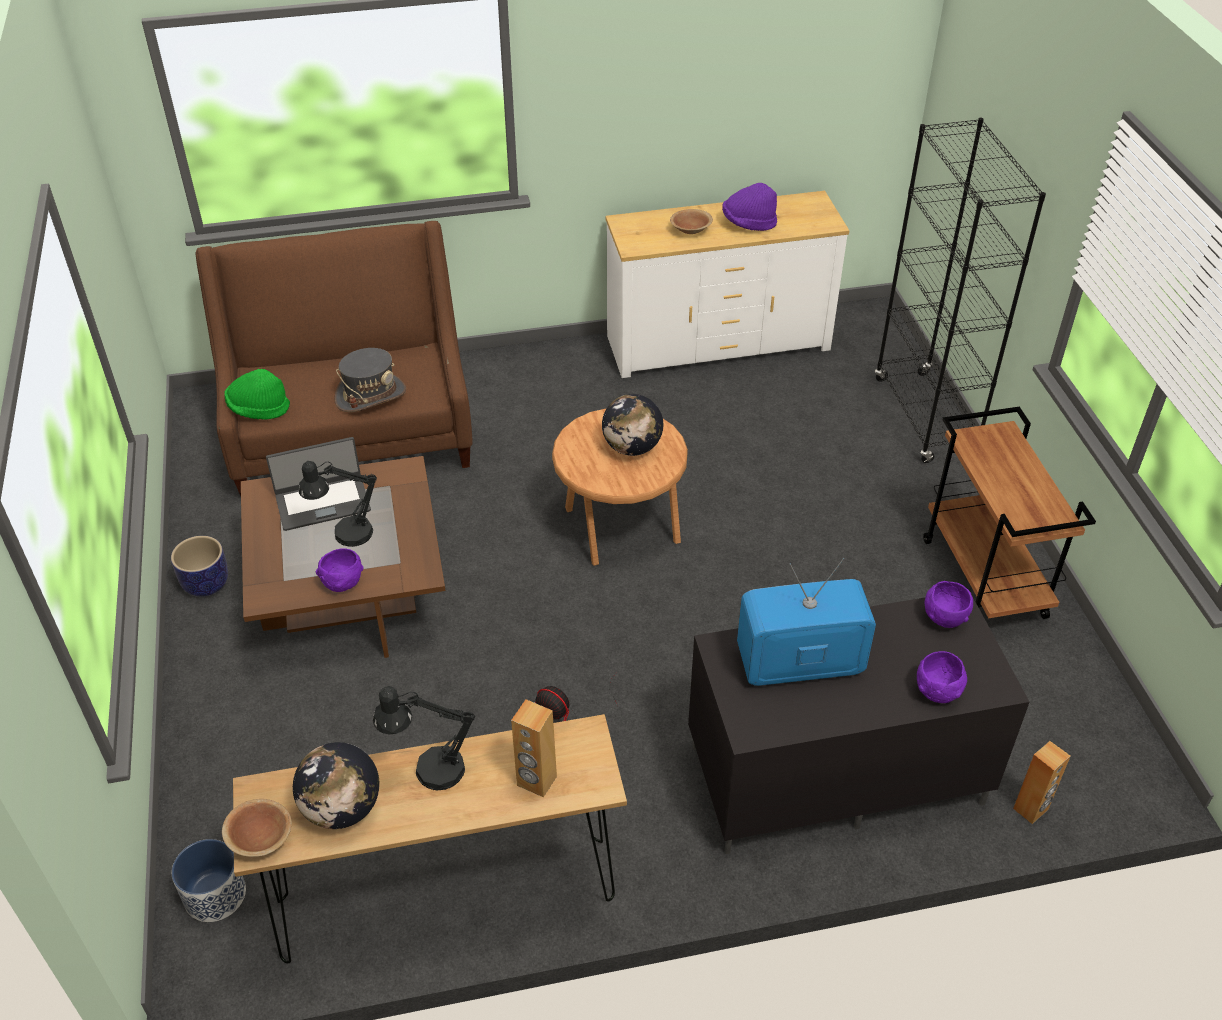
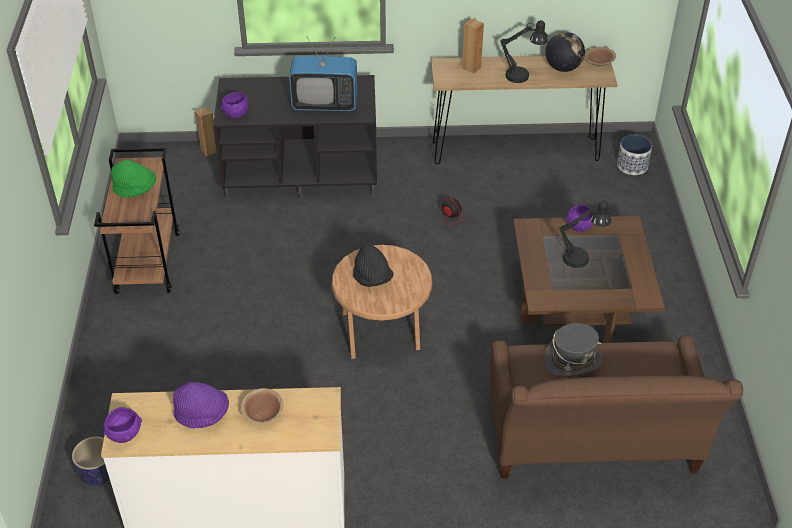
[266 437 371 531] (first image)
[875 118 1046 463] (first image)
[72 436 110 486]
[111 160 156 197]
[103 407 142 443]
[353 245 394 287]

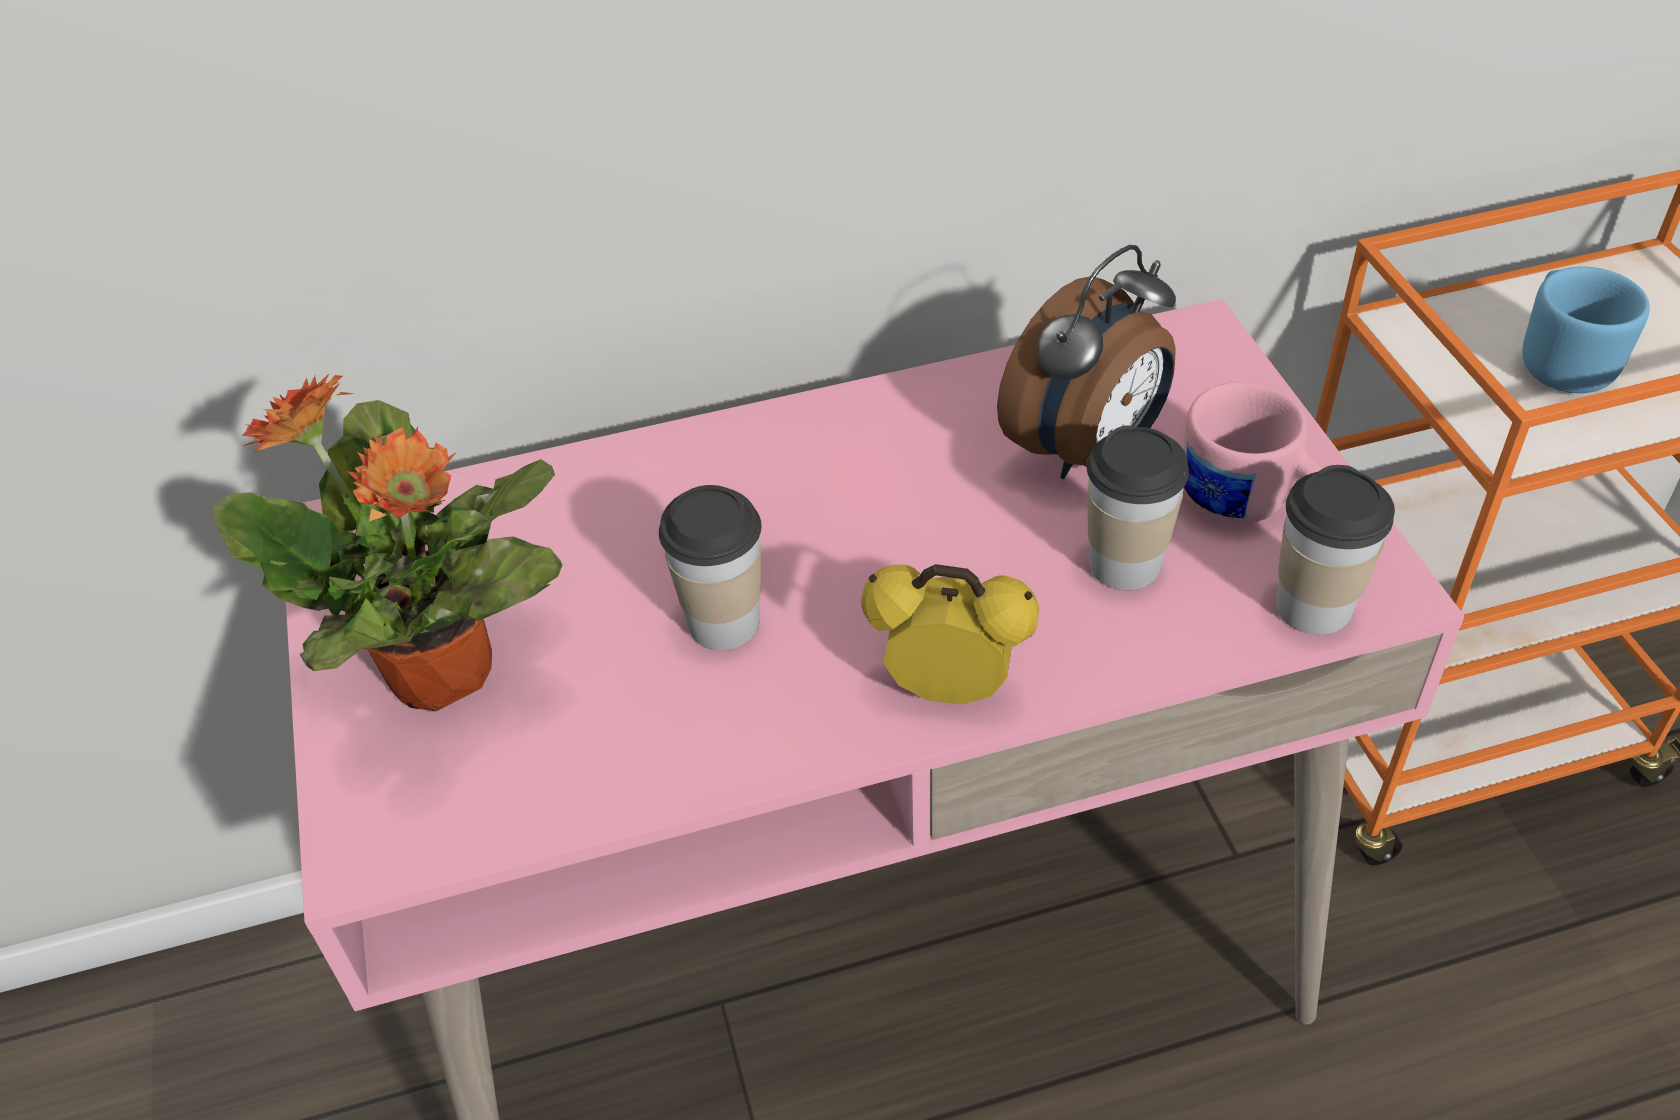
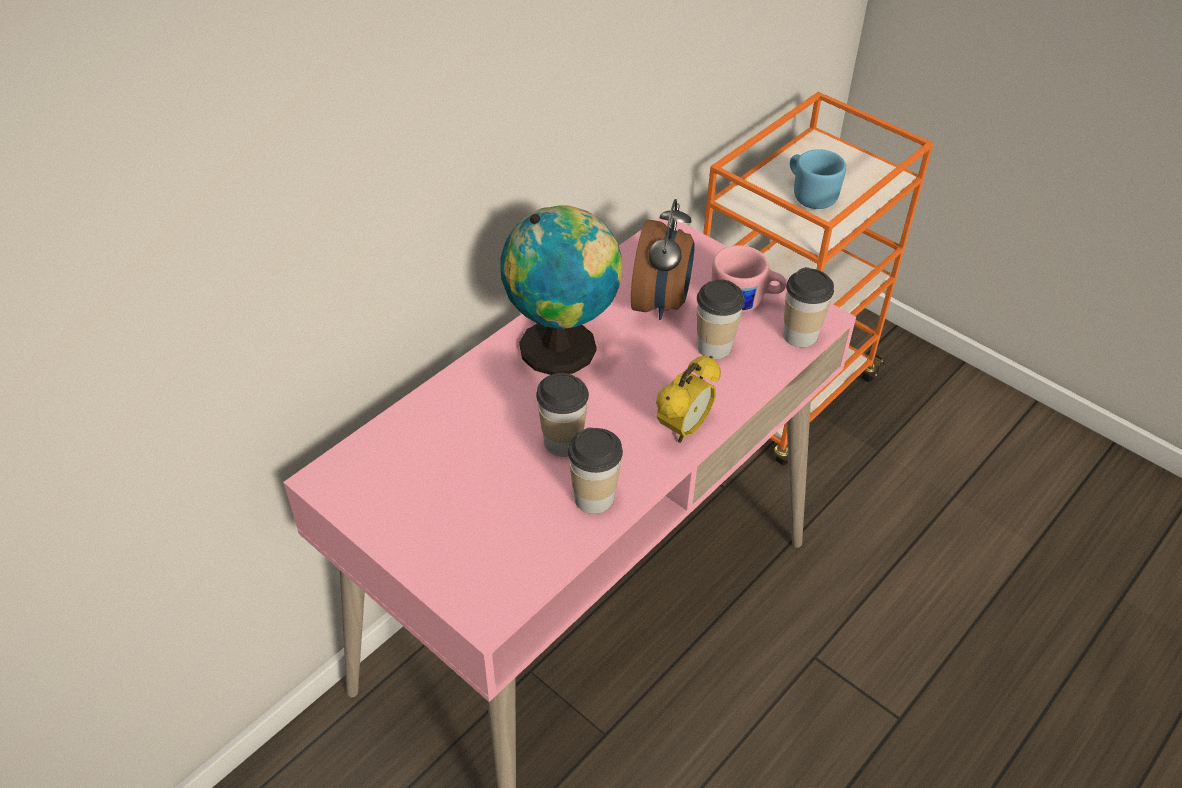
[214 374 562 711] (first image)
[500 205 622 375]
[568 428 623 514]
[656 356 721 443]

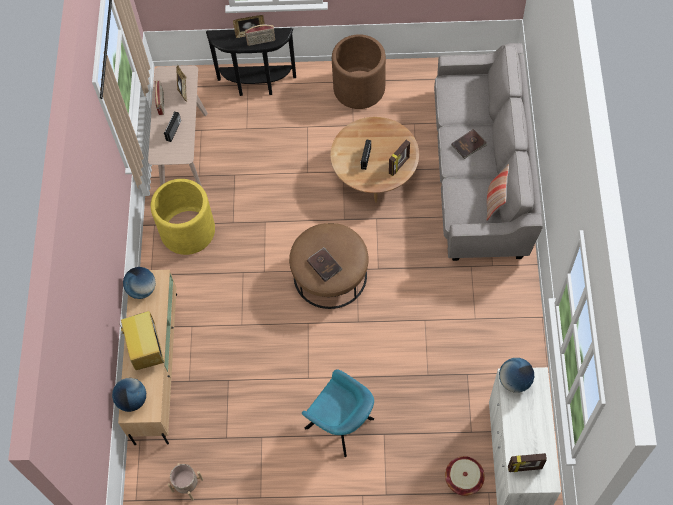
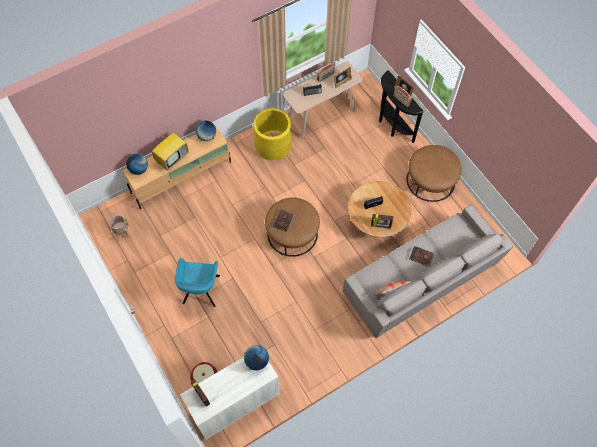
[407 145 461 202]

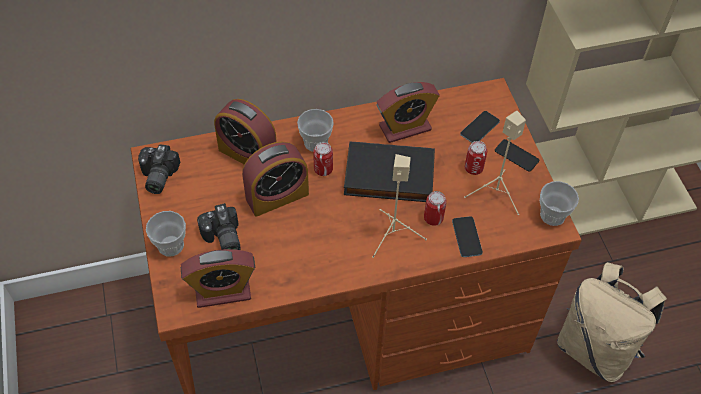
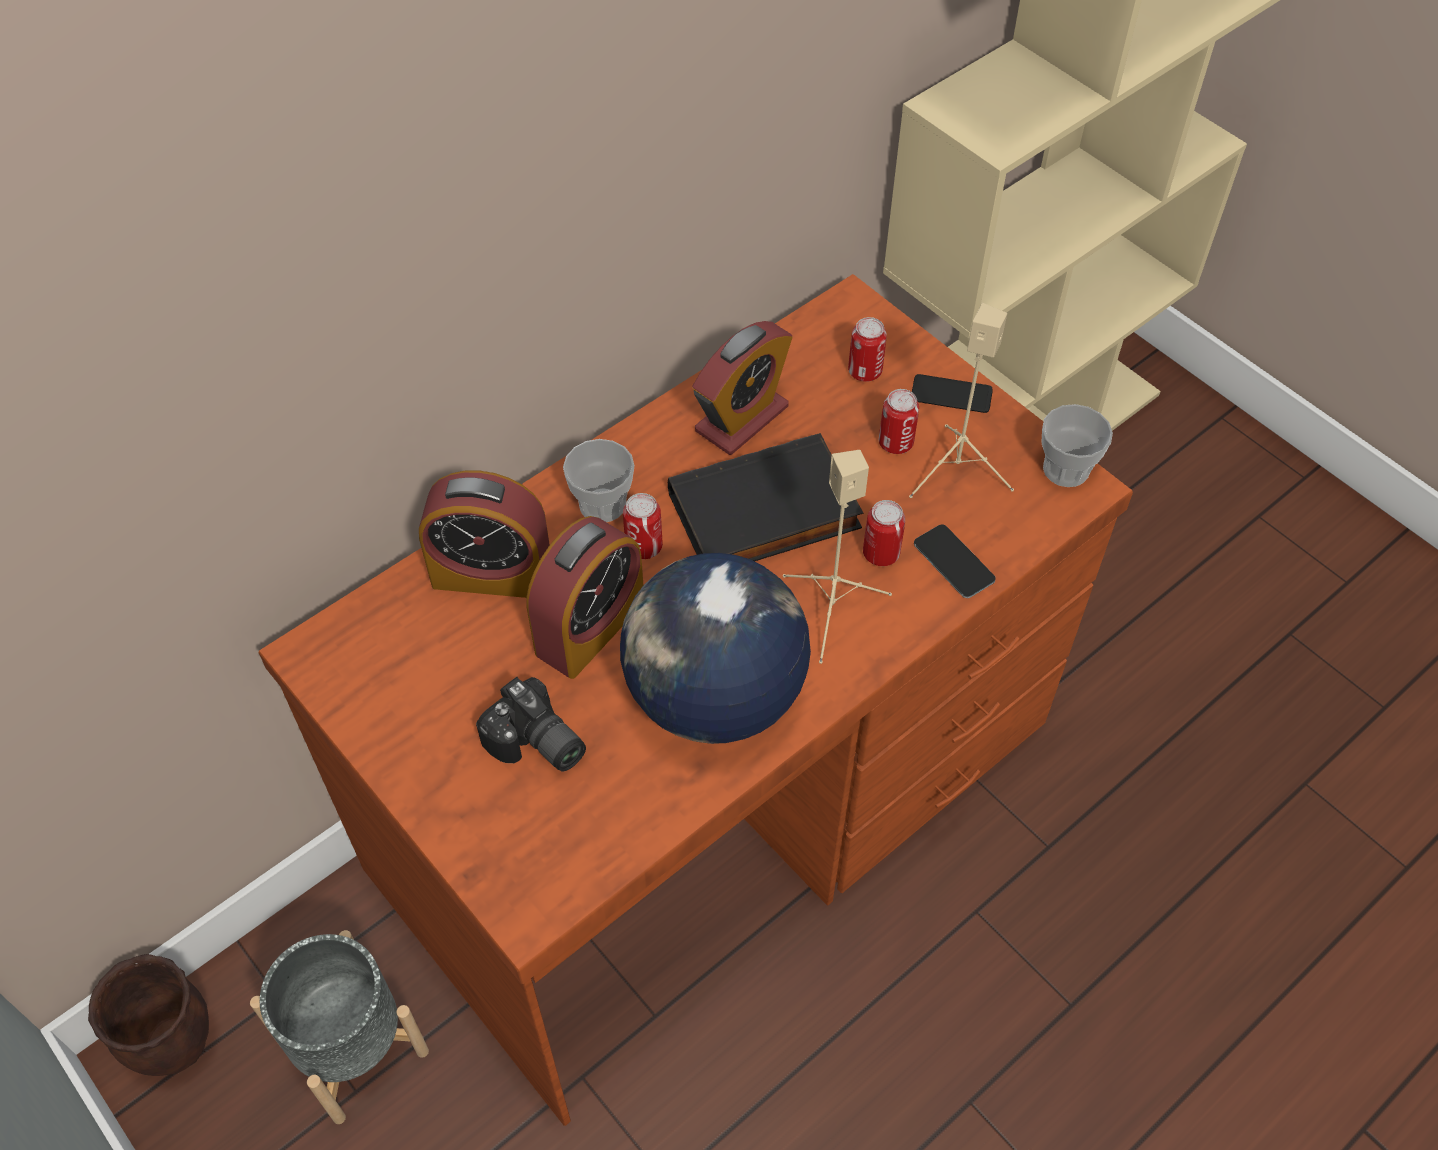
[138 144 180 194] (first image)
[146 211 186 256] (first image)
[181 249 255 308] (first image)
[557 262 667 382] (first image)
[88 954 209 1076]
[250 930 429 1124]
[620 553 811 744]
[848 317 887 382]

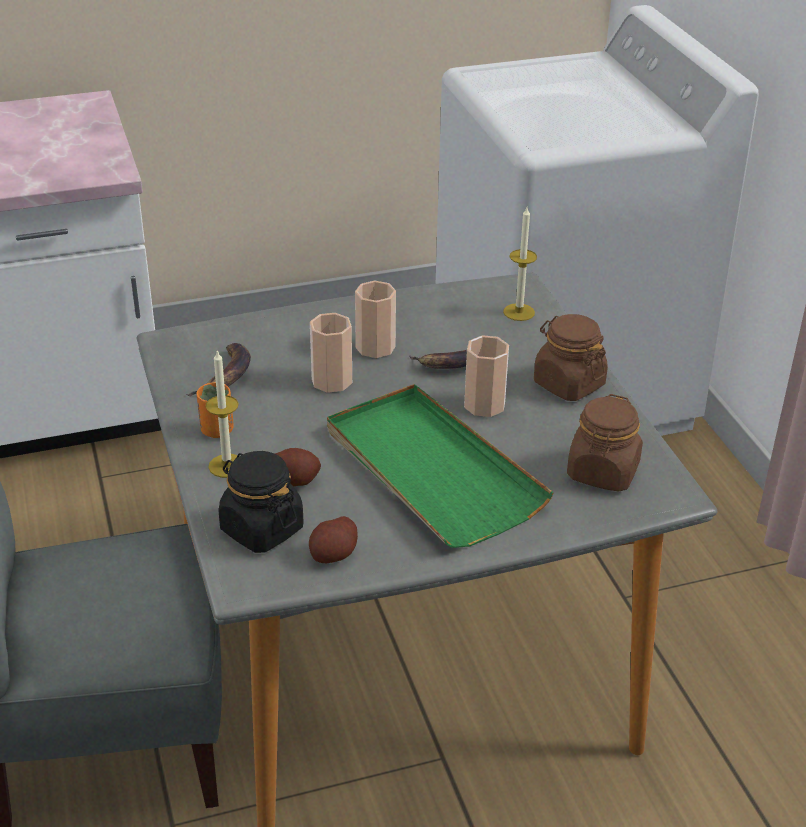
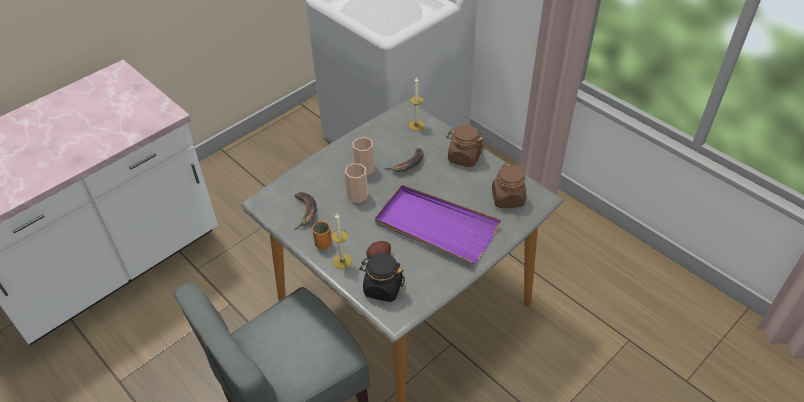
[309 516 358 563] (first image)
[464 335 509 417] (first image)
[375 185 501 264]

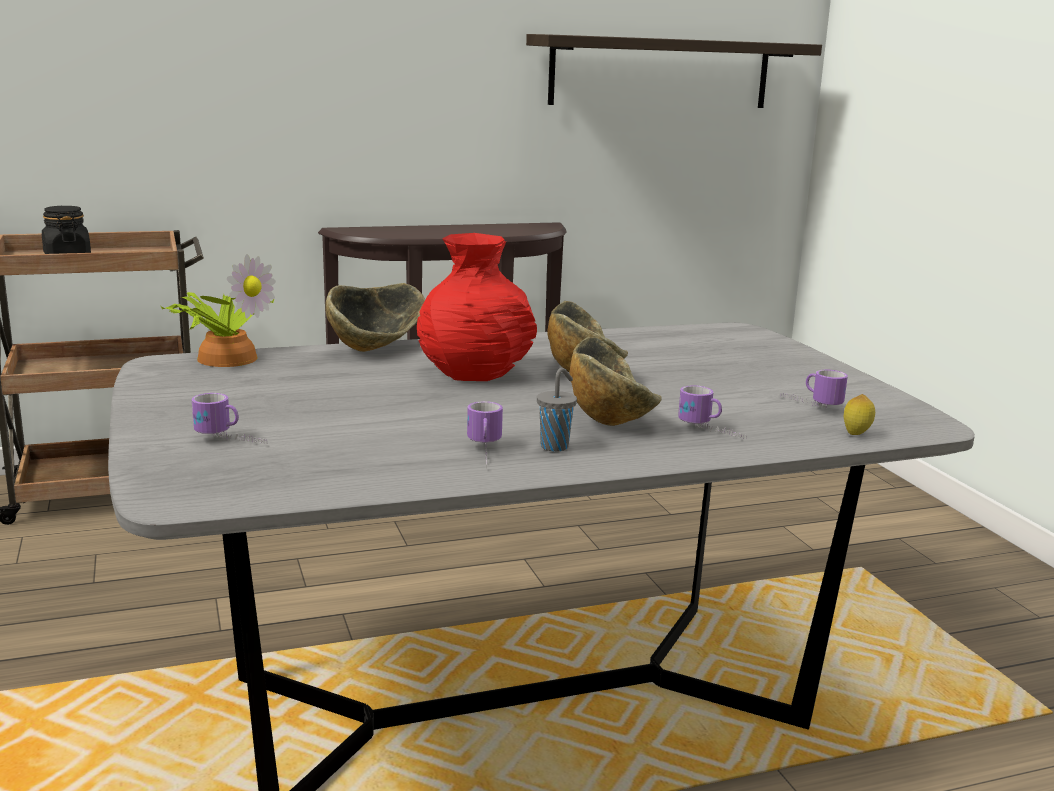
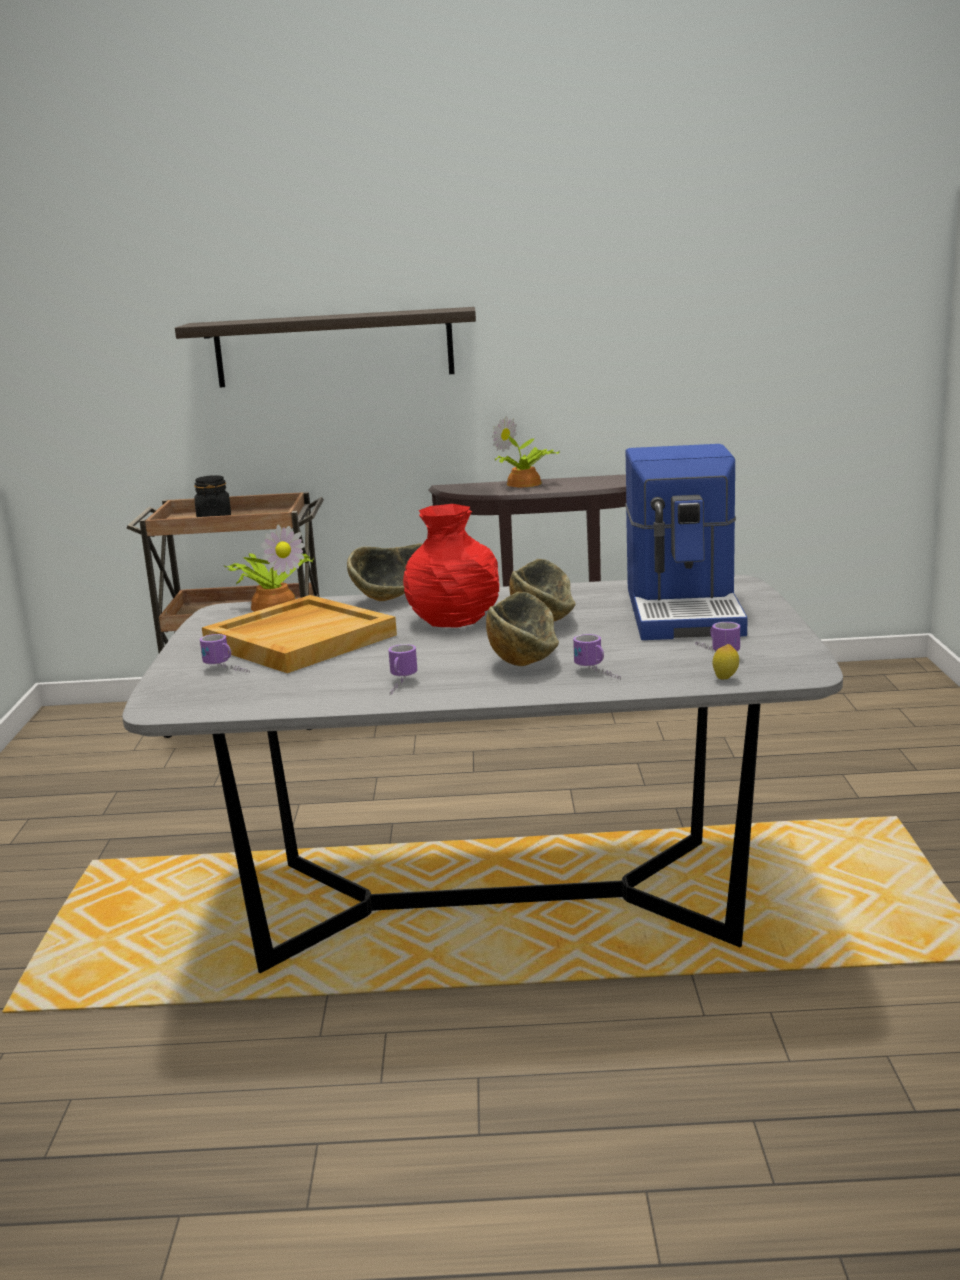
[537 368 577 452] (first image)
[202 595 397 673]
[492 416 560 487]
[625 444 747 640]
[175 307 476 387]

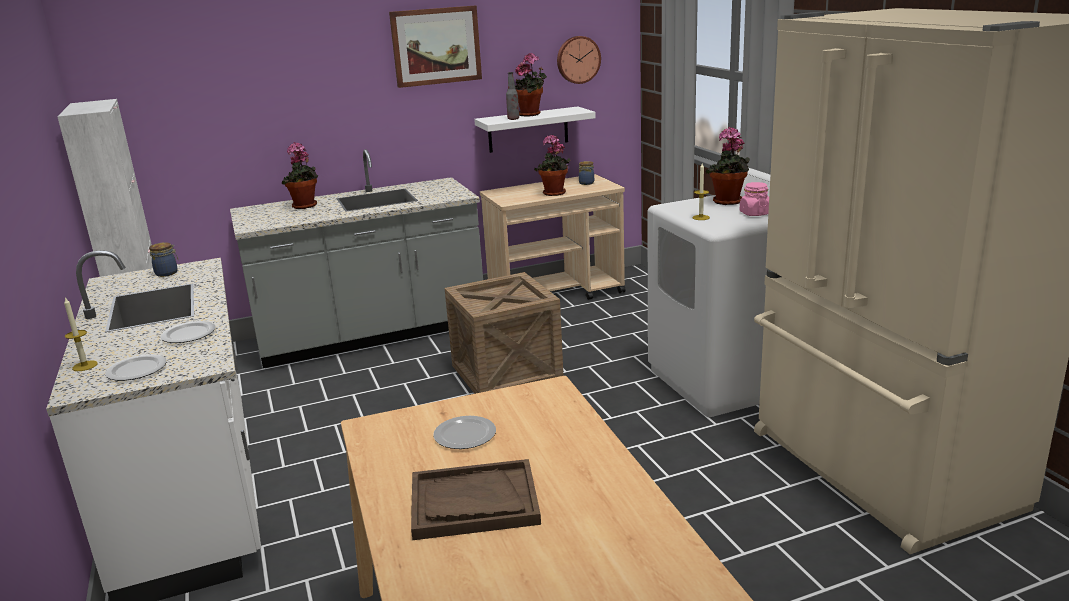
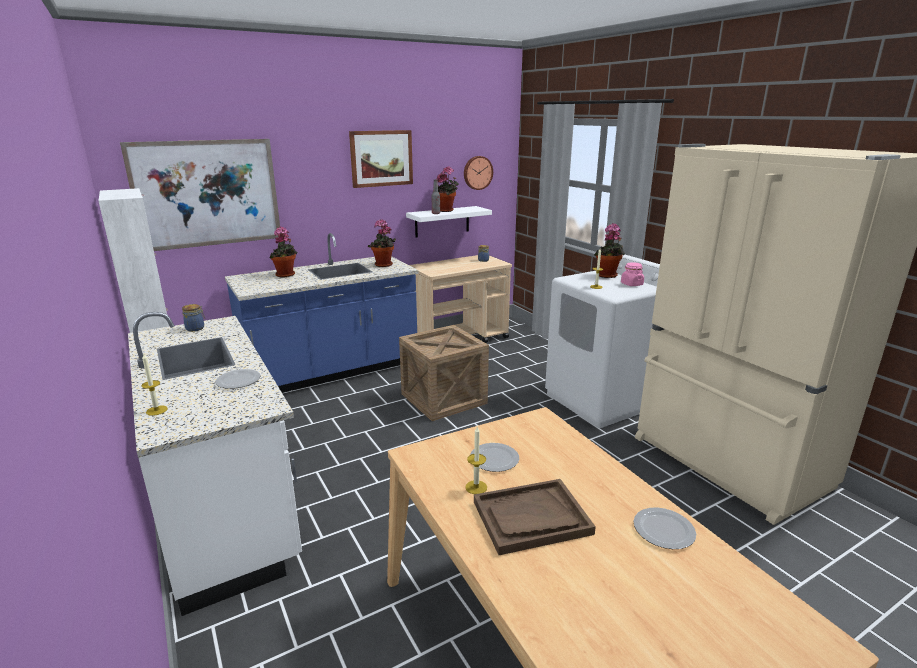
[120 139 280 251]
[465 427 487 494]
[634 507 696 549]
[368 219 396 267]
[225 233 418 393]

